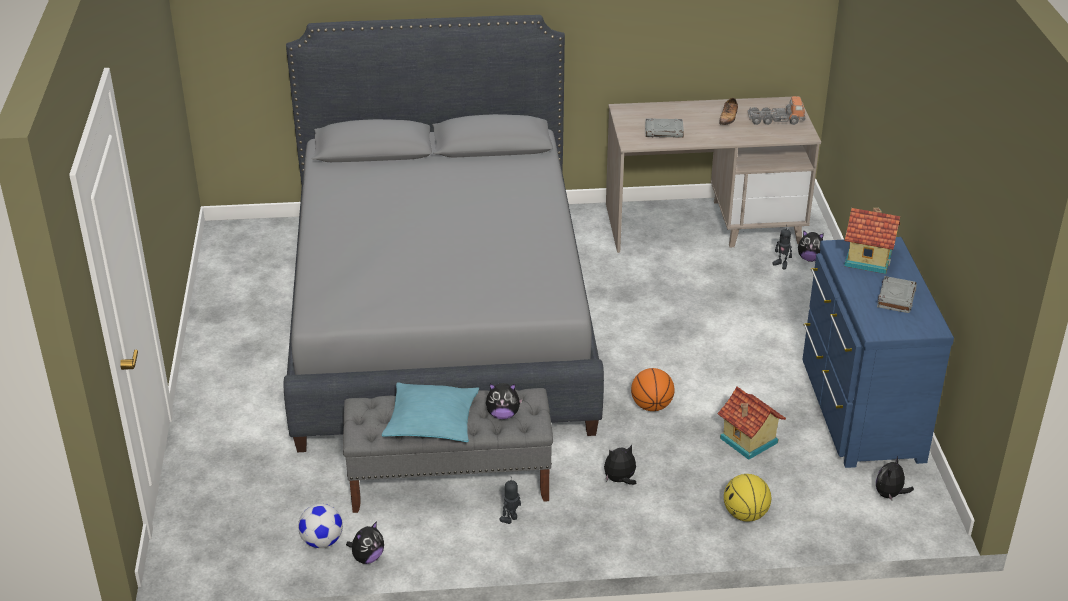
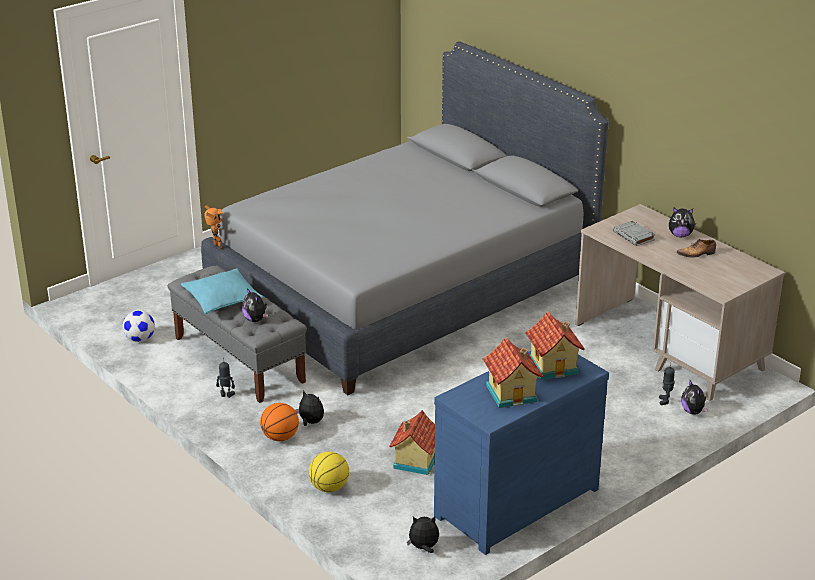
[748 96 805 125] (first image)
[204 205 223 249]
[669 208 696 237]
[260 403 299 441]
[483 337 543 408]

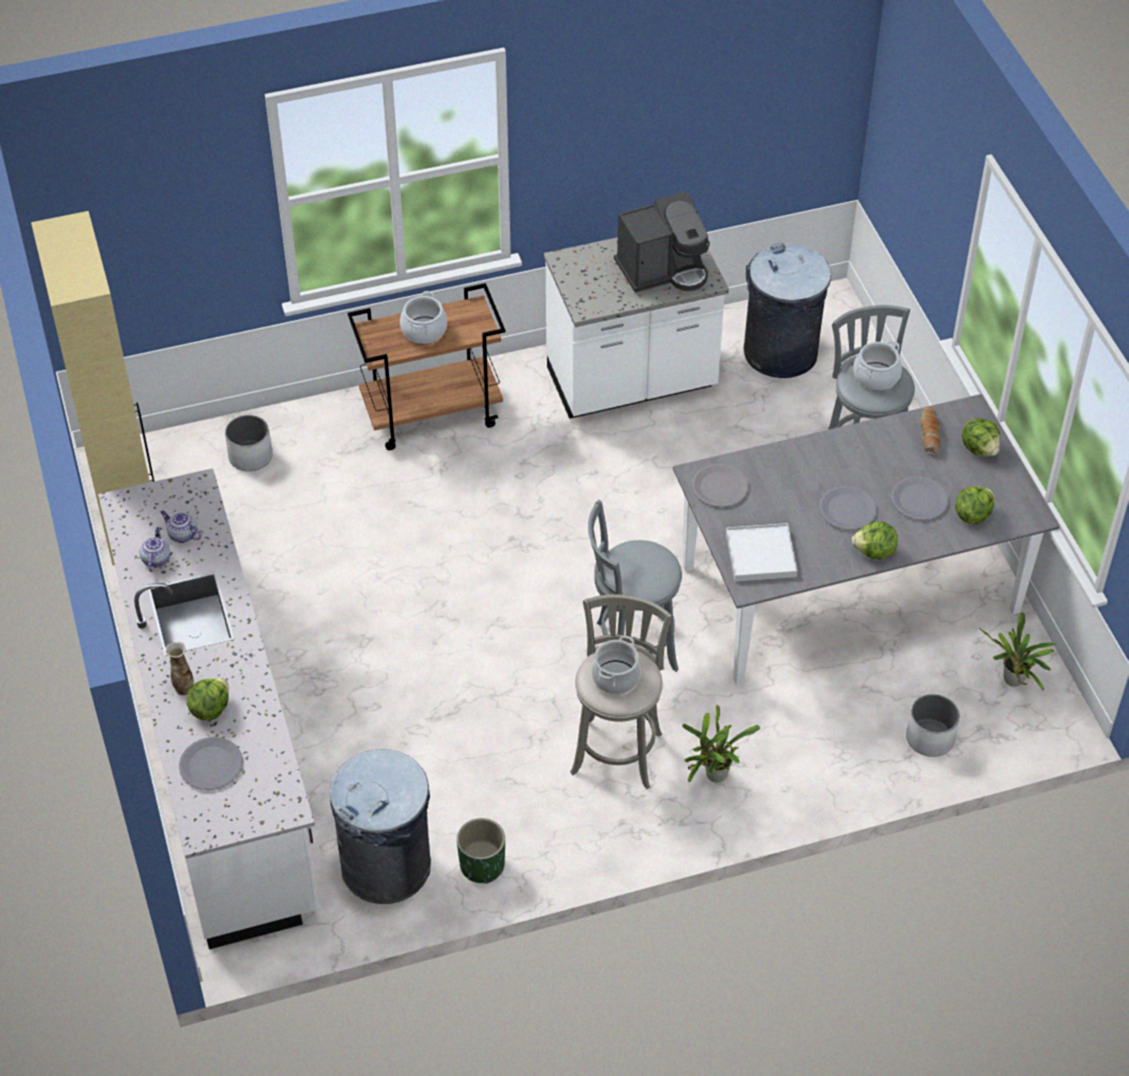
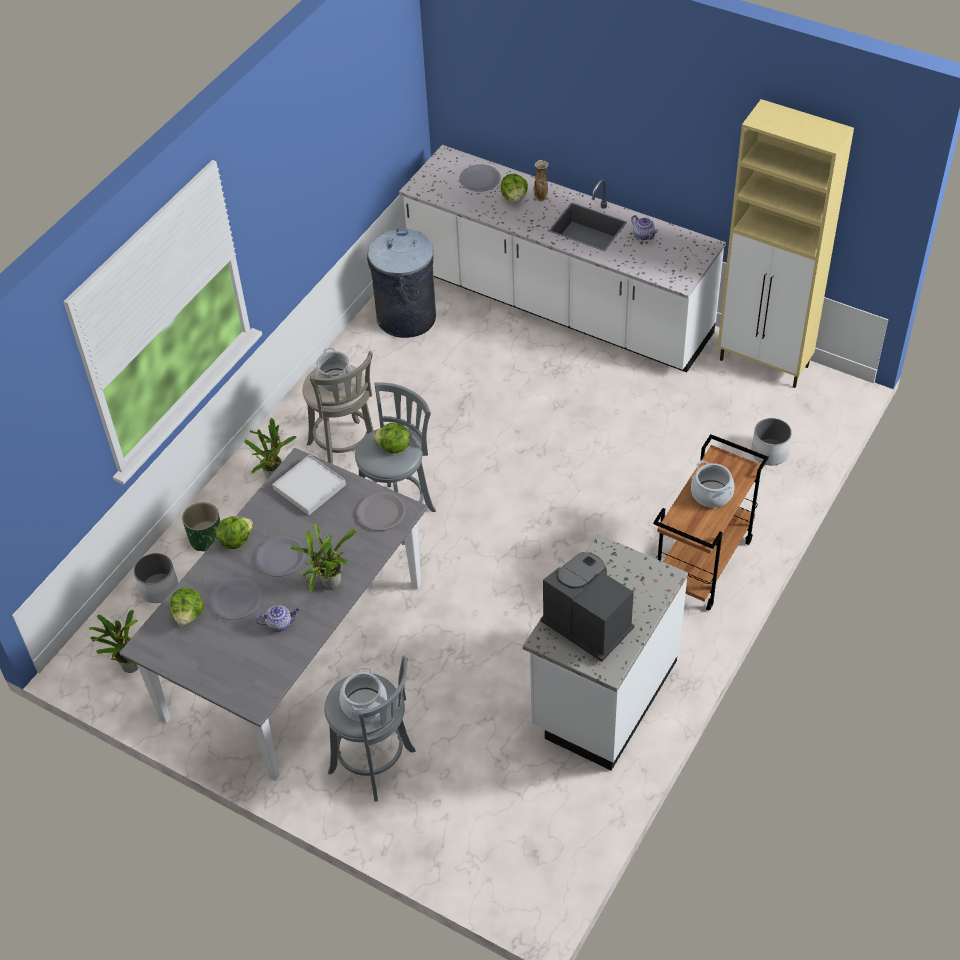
[744 243 831 378] (first image)
[920 406 941 457] (first image)
[290 523 357 593]
[256 605 299 632]
[182 502 220 551]
[374 423 410 454]
[540 552 634 662]

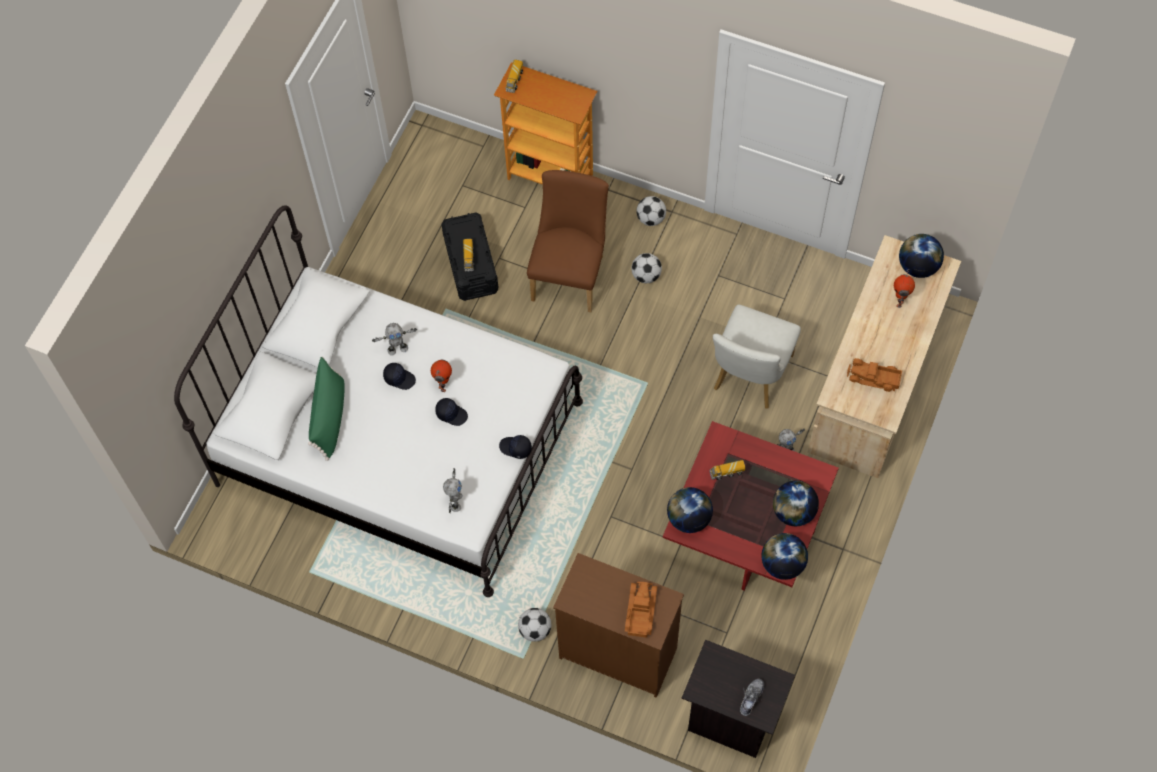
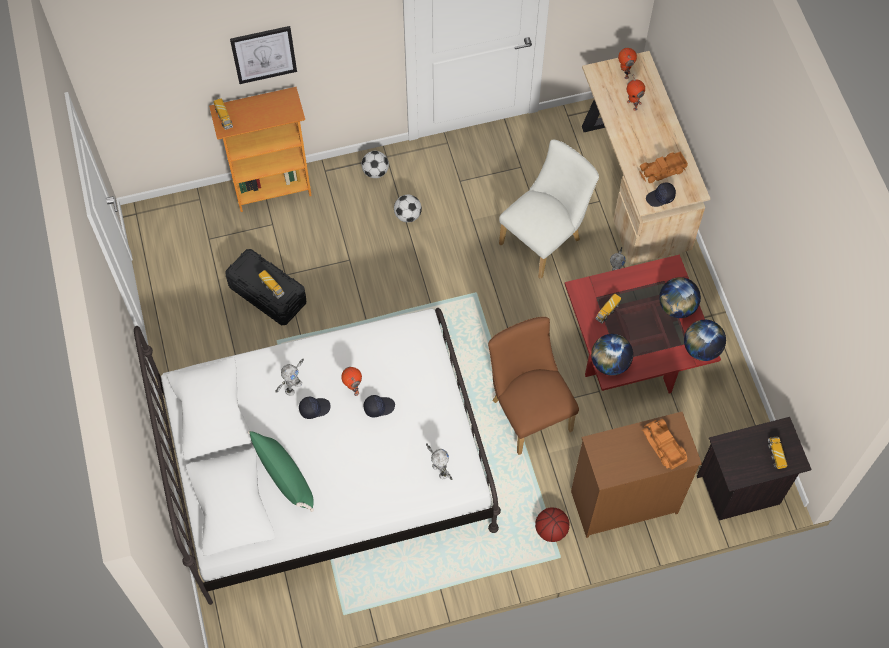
[230 26 297 84]
[646 182 676 207]
[488 317 579 455]
[535 507 570 542]
[768 436 787 469]
[618 48 637 79]
[499 140 599 279]

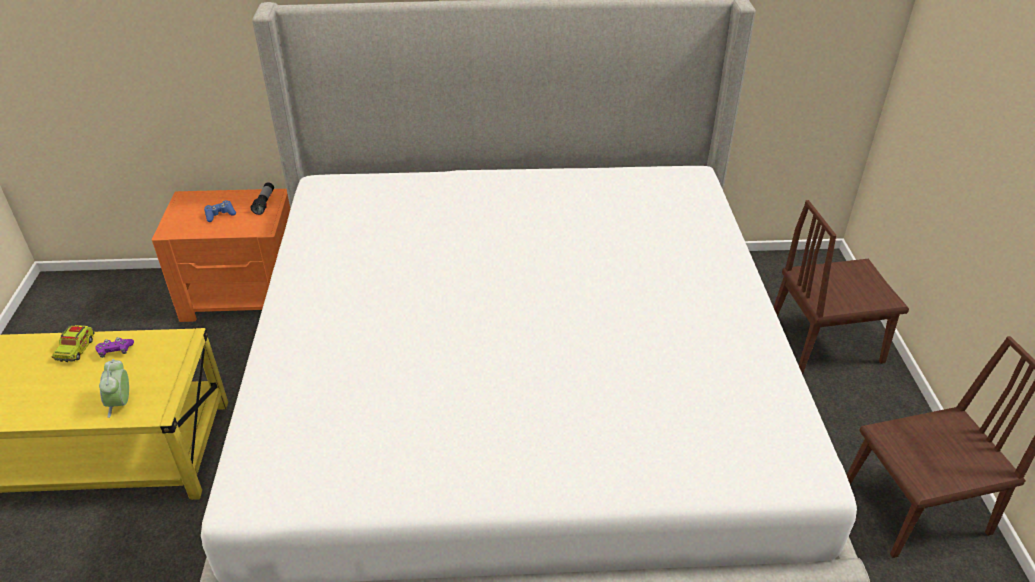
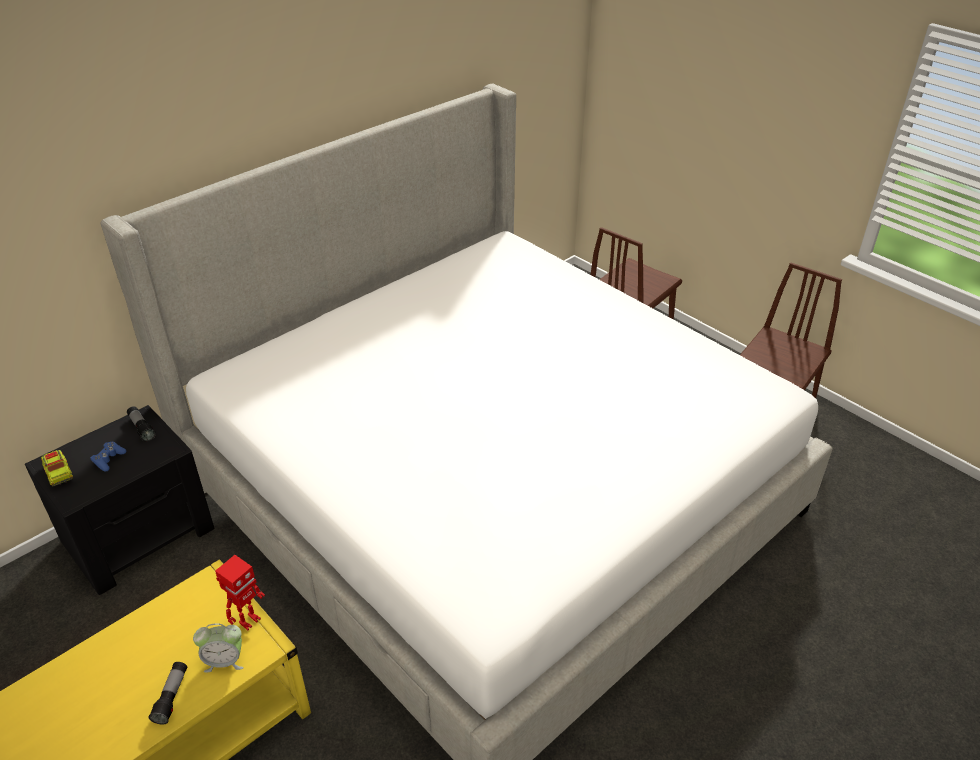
[95 337 134 358] (first image)
[148 662 187 725]
[215 555 265 631]
[41 450 73 486]
[25 405 214 595]
[193 624 244 672]

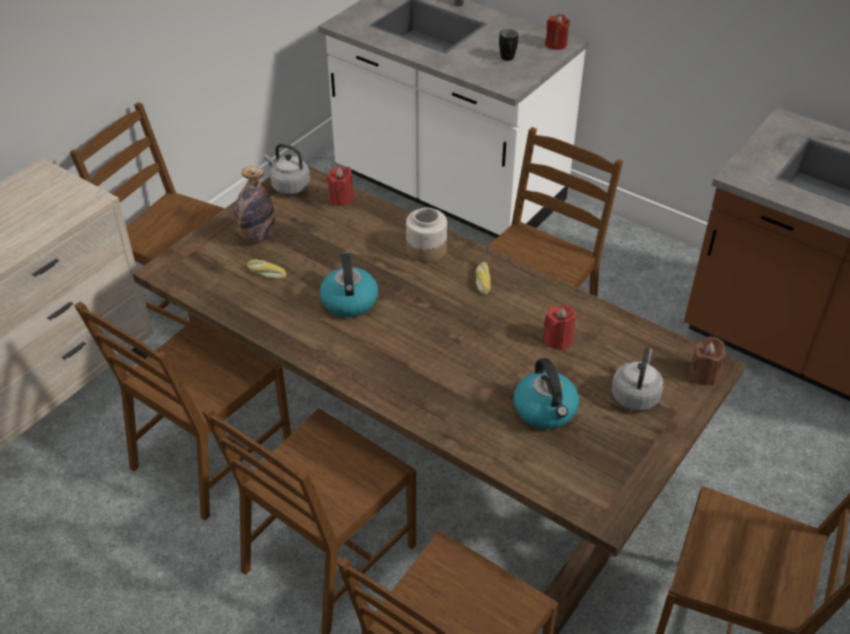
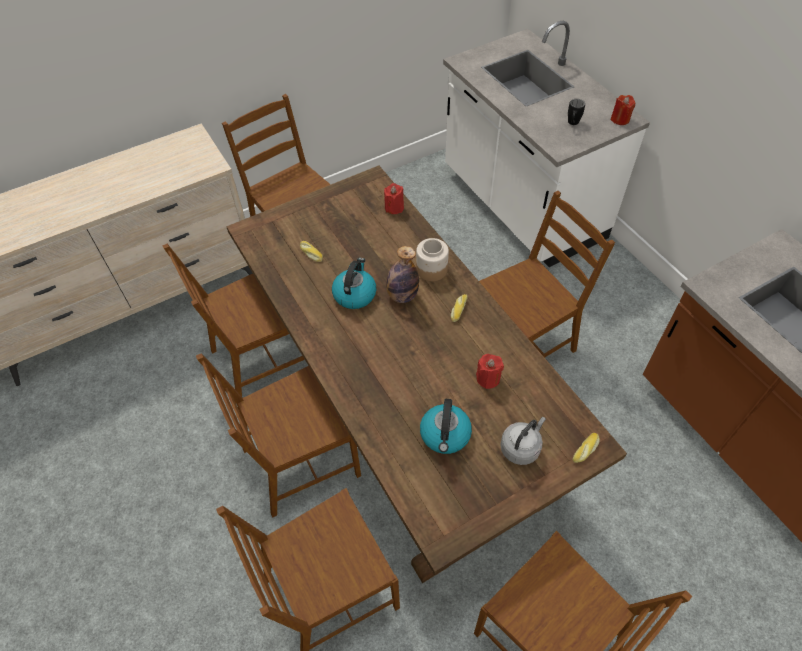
[264 143 310 195] (first image)
[386 246 419 303]
[572 433 600 463]

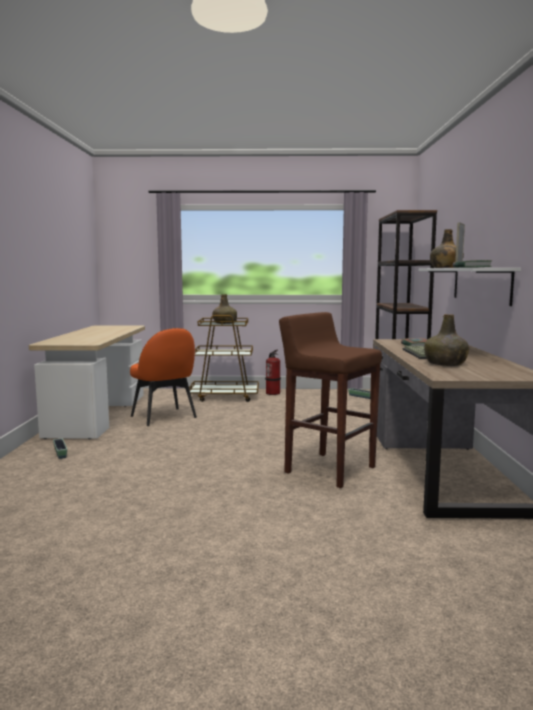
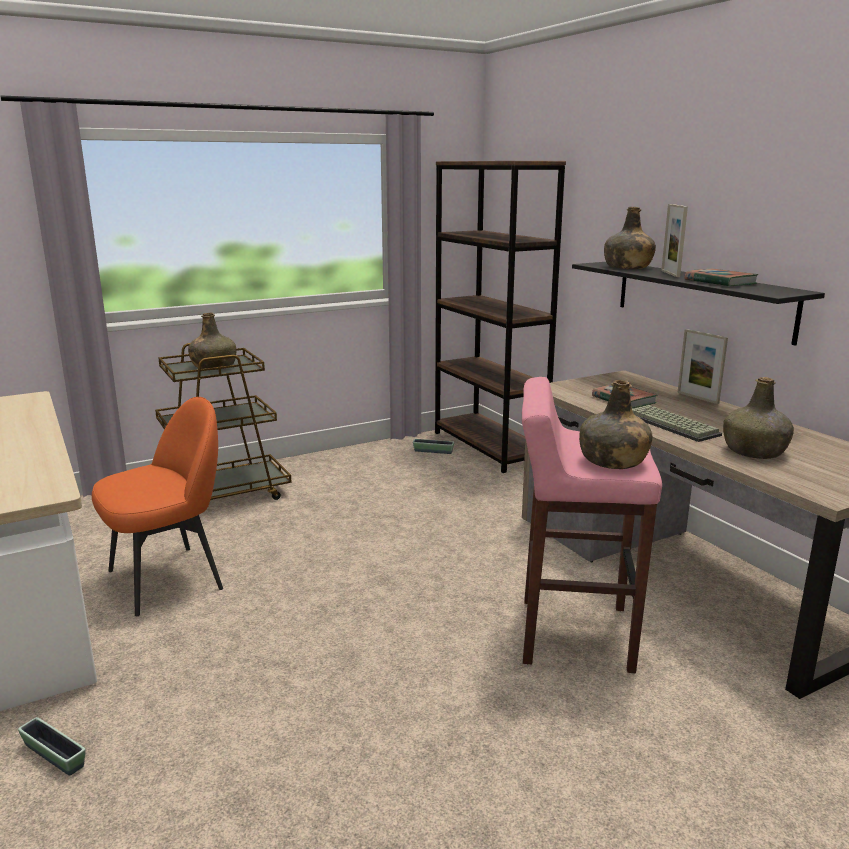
[265 349 281 395] (first image)
[579 380 653 469]
[677 329 728 404]
[522 377 662 673]
[572 262 825 346]
[92 397 223 616]

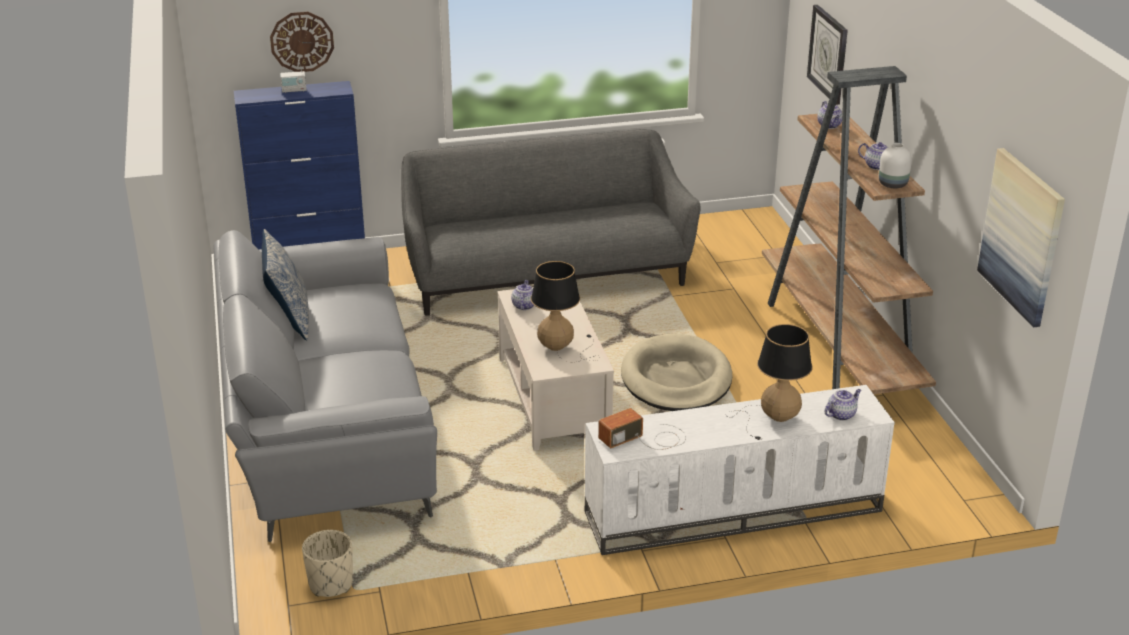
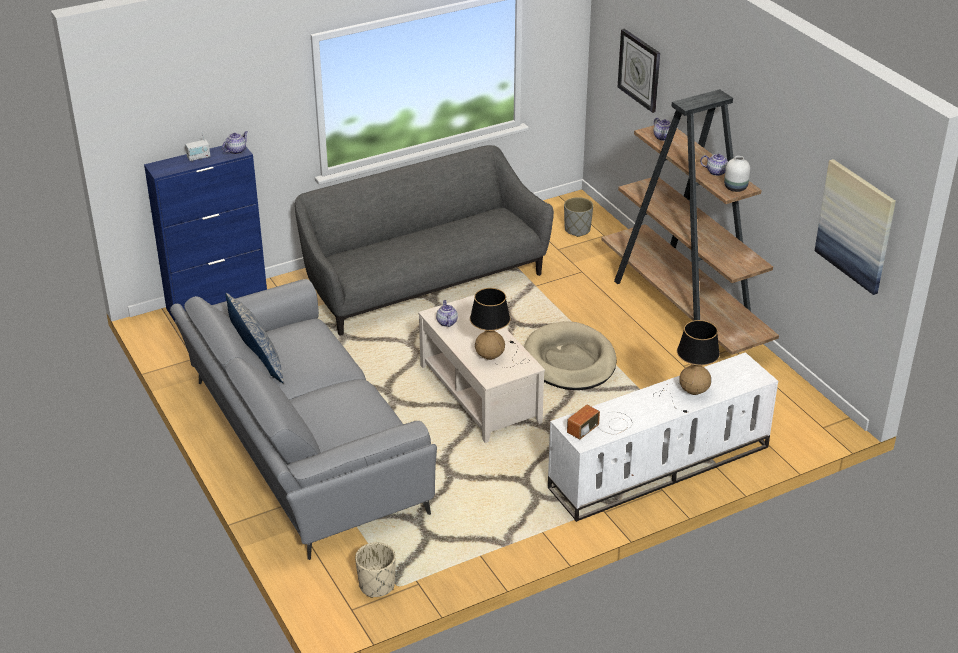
[270 12 334 72] (first image)
[564 197 593 237]
[222 131 248 154]

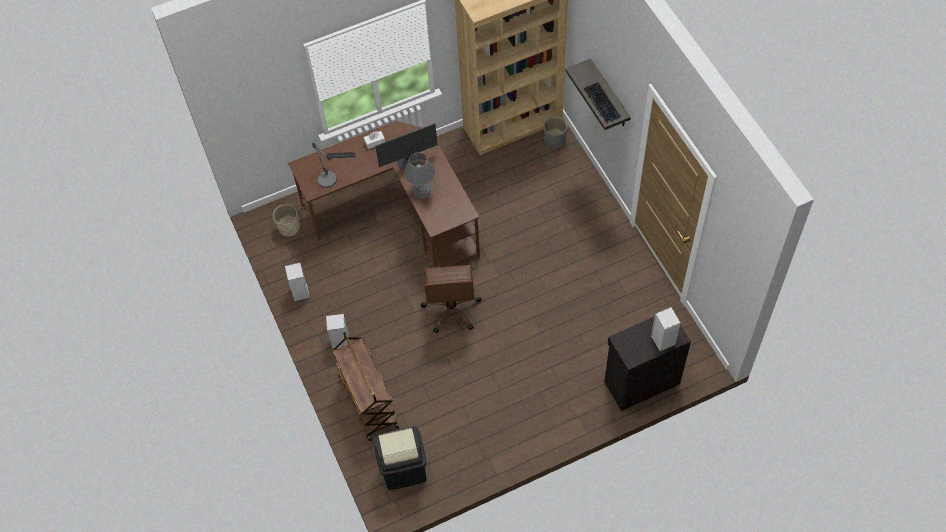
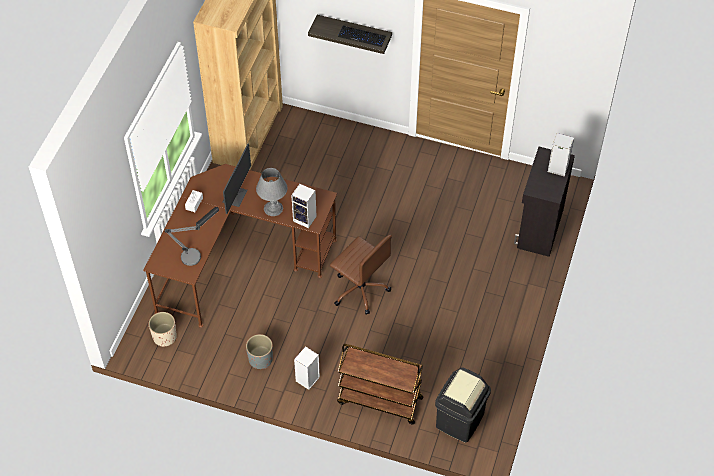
[291 184 317 228]
[246 334 273 369]

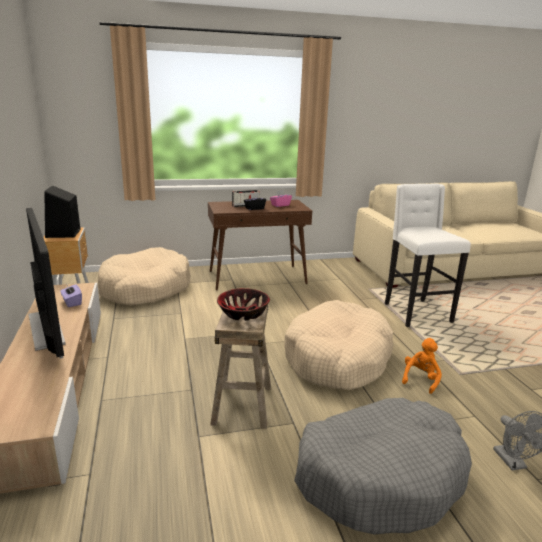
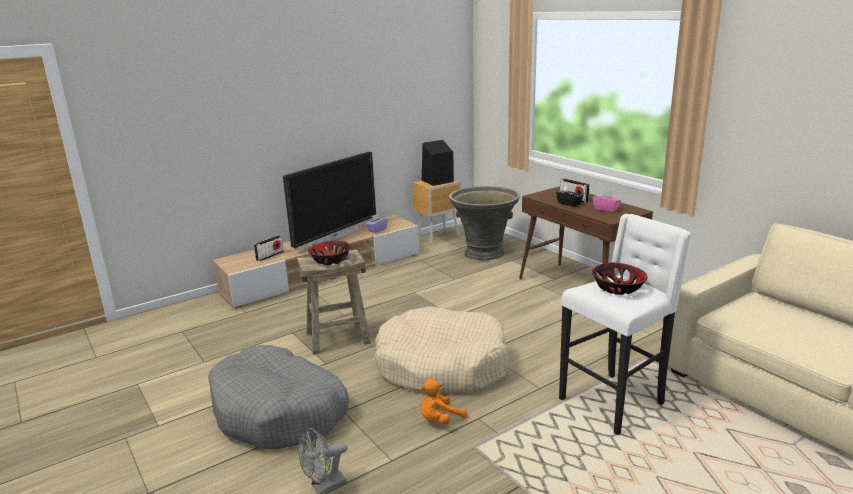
[254 235 284 261]
[592 263 648 295]
[449 186 520 260]
[420 378 468 425]

